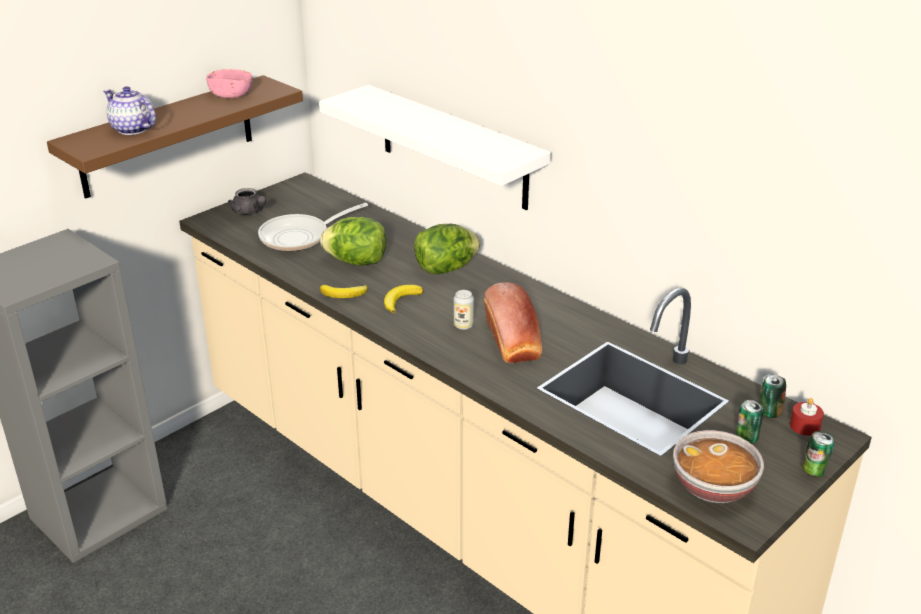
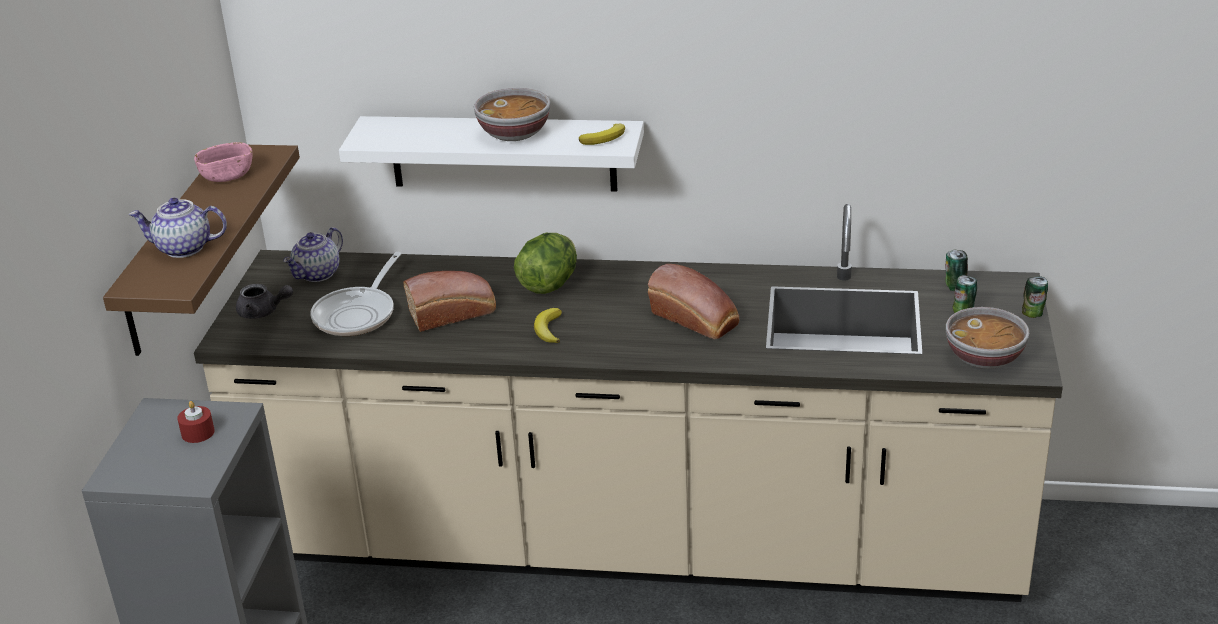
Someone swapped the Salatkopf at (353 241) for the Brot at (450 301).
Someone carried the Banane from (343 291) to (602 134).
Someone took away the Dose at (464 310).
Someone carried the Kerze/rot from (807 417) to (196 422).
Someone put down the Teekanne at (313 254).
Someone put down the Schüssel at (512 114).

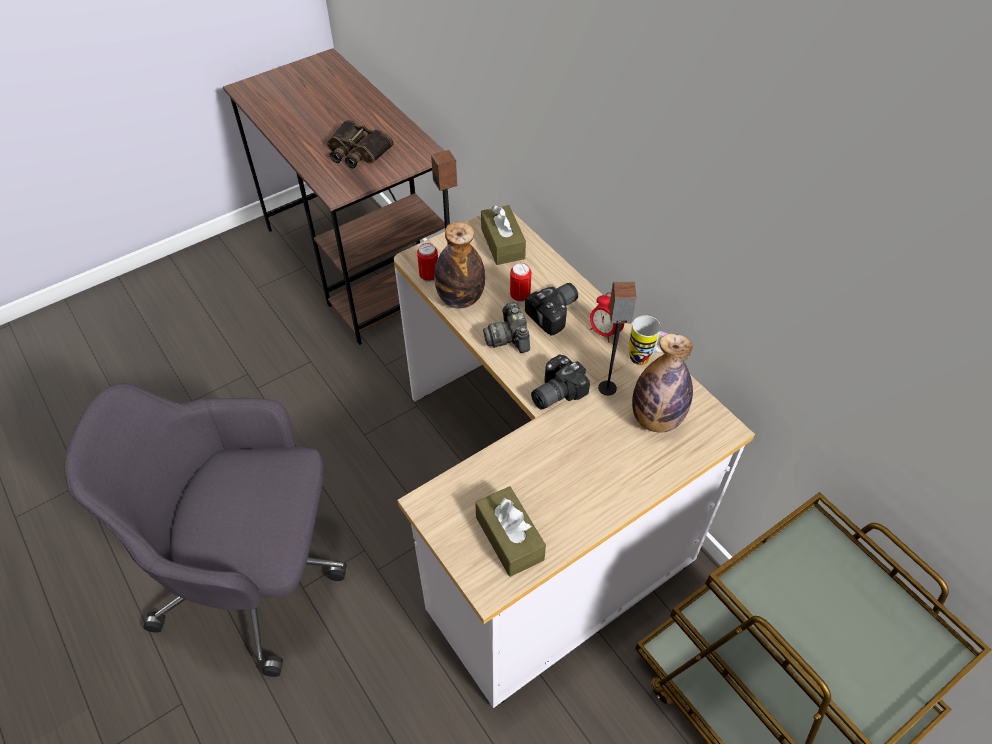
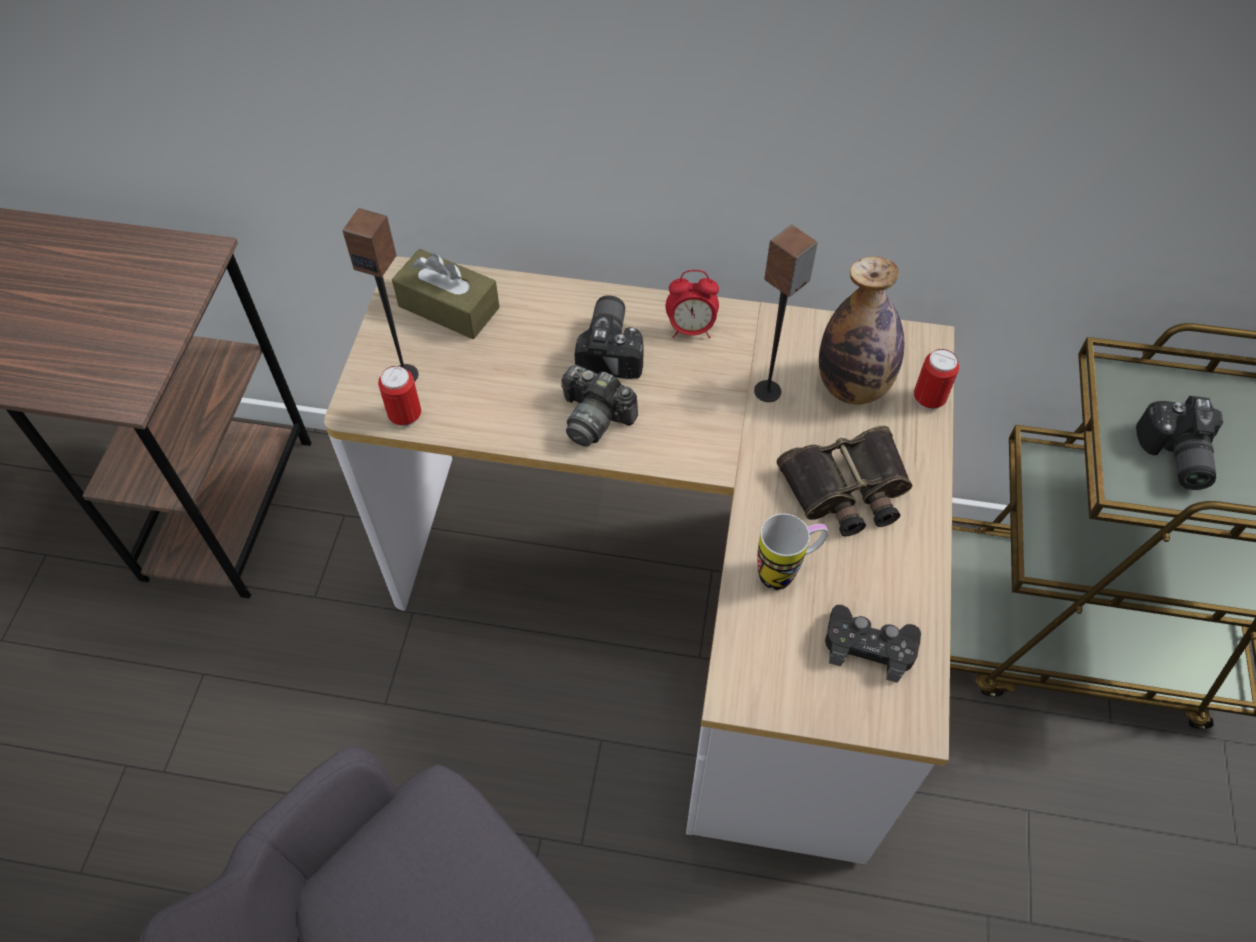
Someone carried the Fernglas from (360 144) to (844 480).
Someone took away the Flasche at (459 264).
Someone swapped the Taschentuchbox/braun at (510 531) for the Gamepad/schwarz at (873 644).
Someone carried the Dose from (521 282) to (936 379).
Someone carried the Kamera from (560 382) to (1179 443).
Someone carried the Henkelbecher from (648 340) to (792 552).

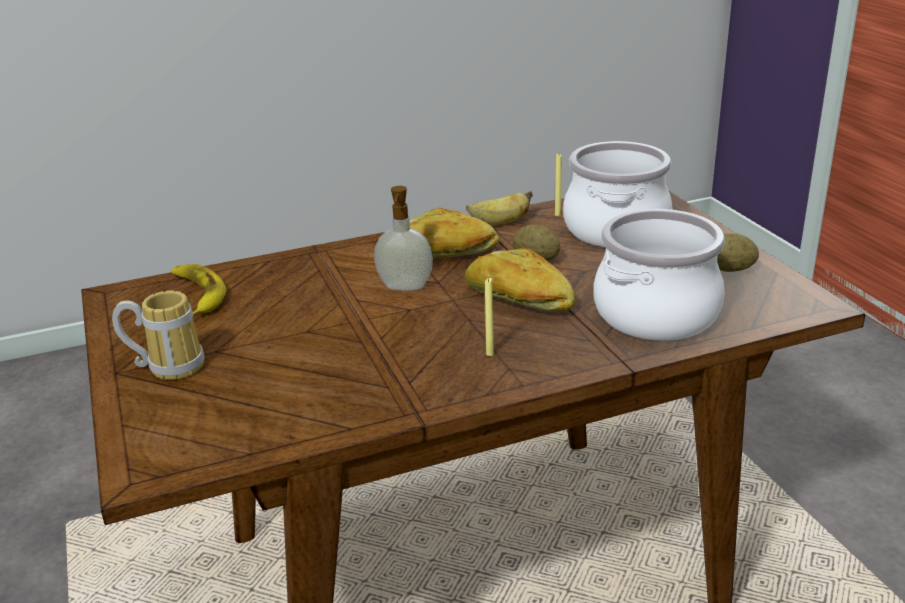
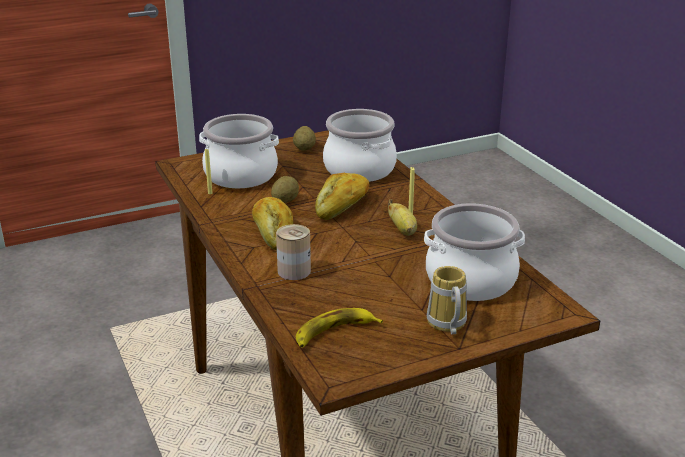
Someone took away the Seifenspender at (403 238).
Someone carried the Banane from (499 208) to (402 217).
Someone put down the Dose at (293 252).
Someone put down the Kochtopf at (474 252).

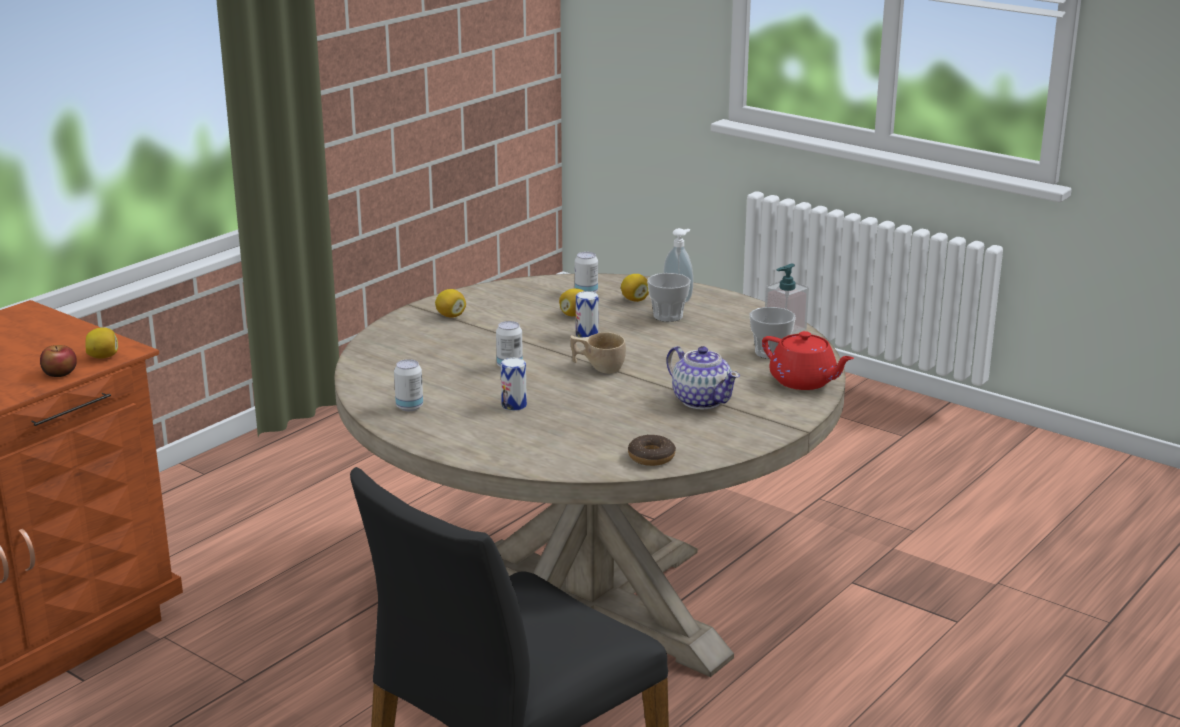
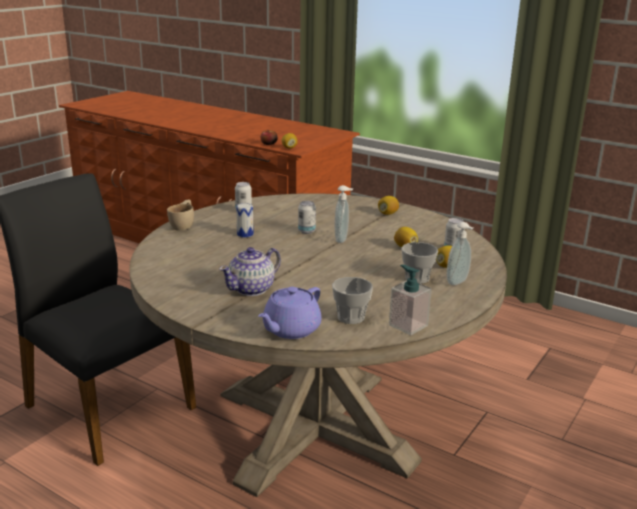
Someone carried the Tasse/beige from (598 353) to (180 215).
Someone took away the Dose at (587 314).
Someone took away the Donut at (652 450).
Someone repainted the Teekanne/rot at (808 360), which became the Teekanne/lila at (290 313).
Someone put down the Seifenspender at (343 214).

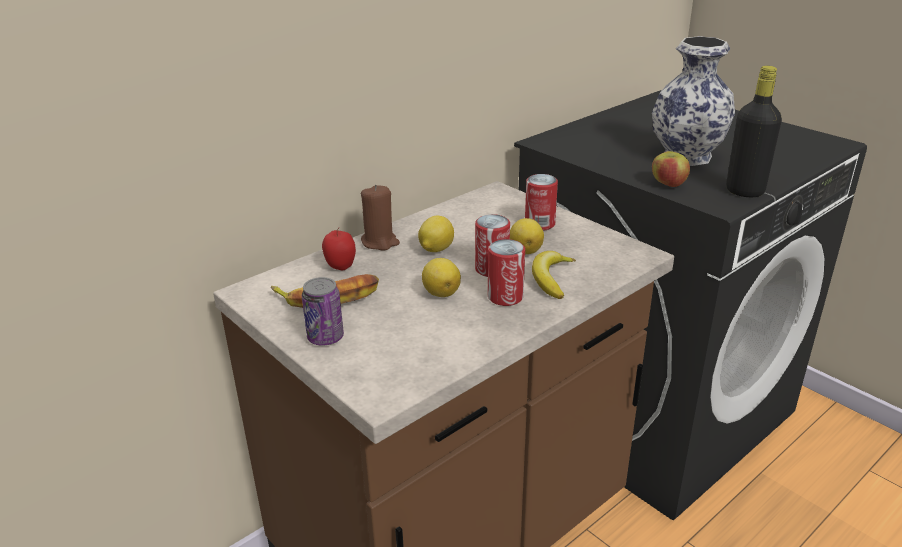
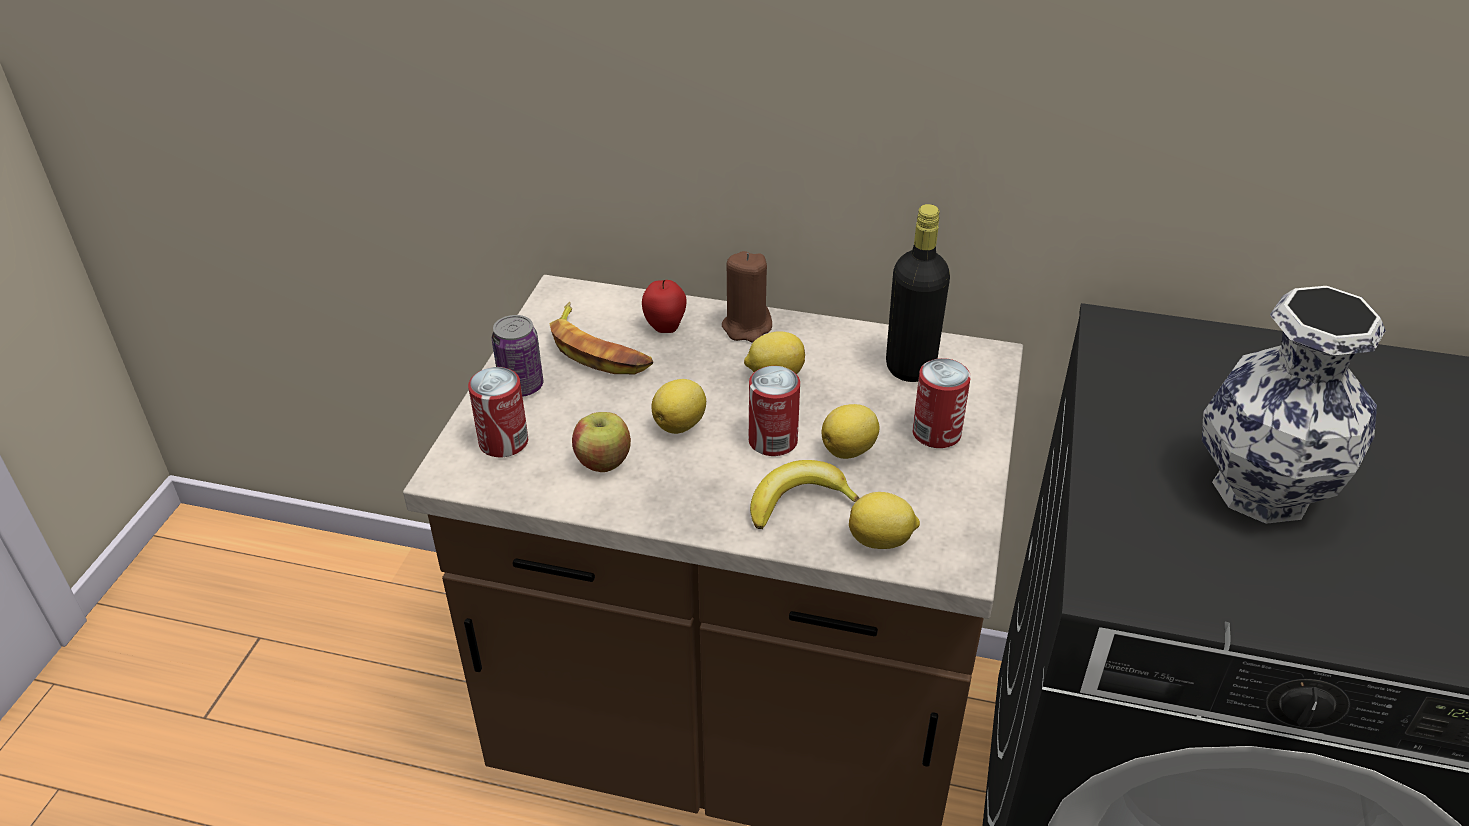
Someone carried the Dose from (506 272) to (498 412).
Someone carried the Apfel from (671 169) to (601 442).
Someone carried the Flasche/schwarz from (754 131) to (918 293).
Someone put down the Zitrone at (884 520).

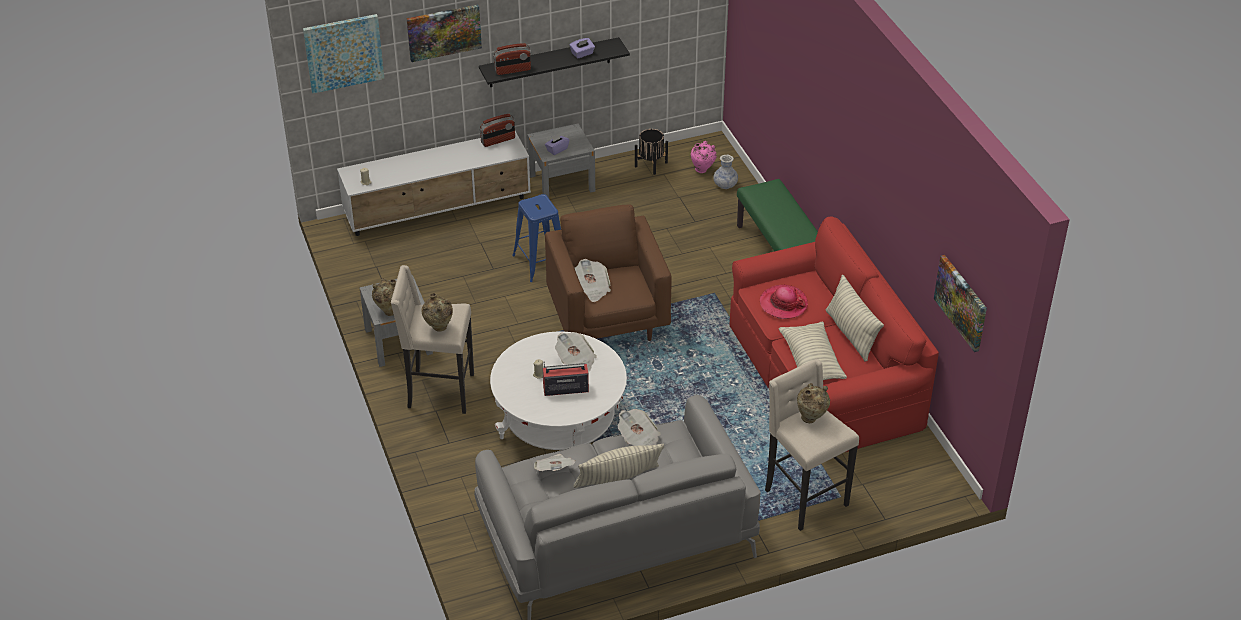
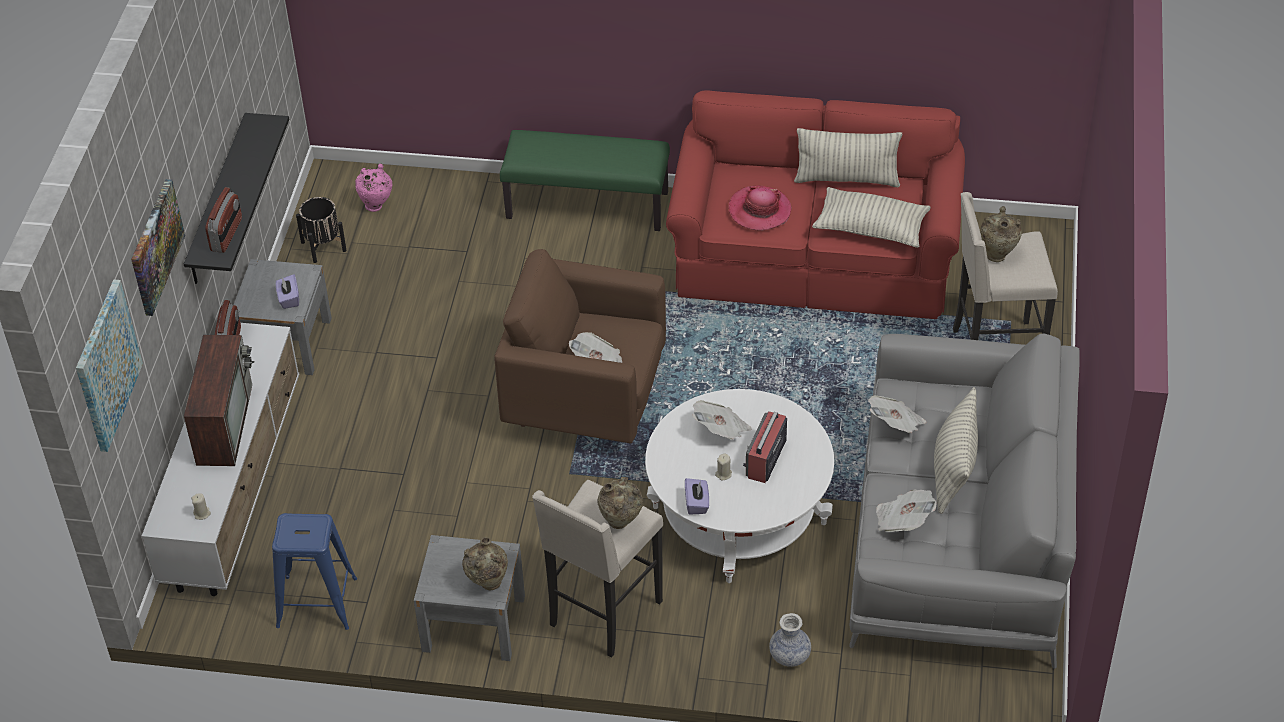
Someone carried the Hocker/blau from (536 238) to (314 571).
Someone carried the Taschentuchbox/lila from (582 48) to (697 496).
Someone carried the Vase from (725 172) to (790 640).
Someone took away the Bild at (960 303).
Someone put down the Fernseher at (219 400).

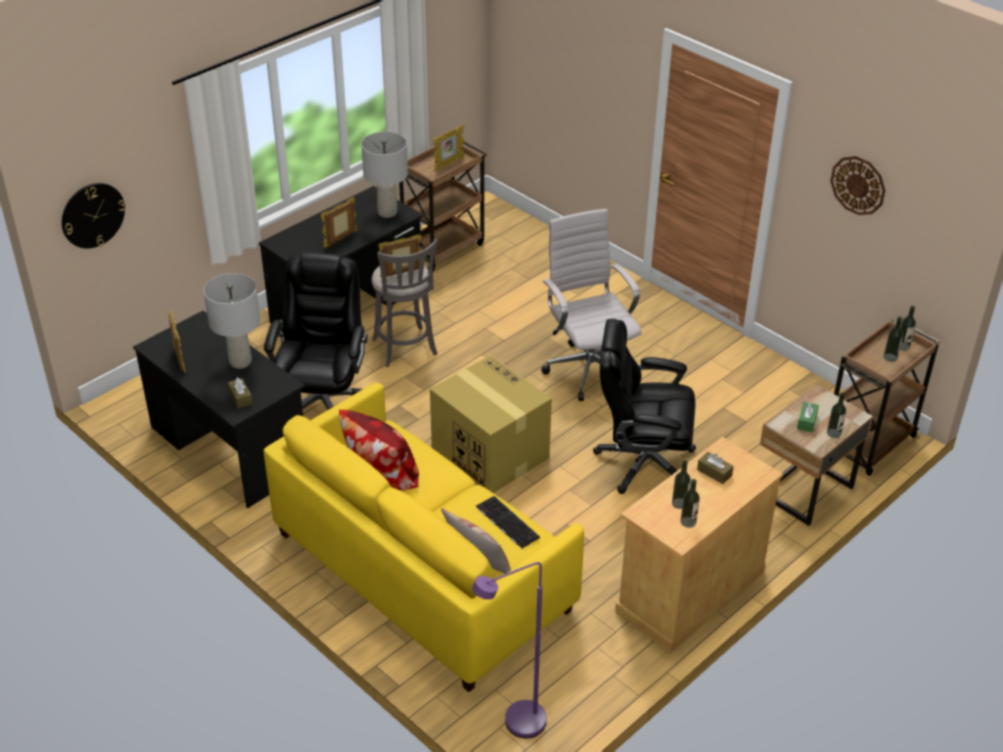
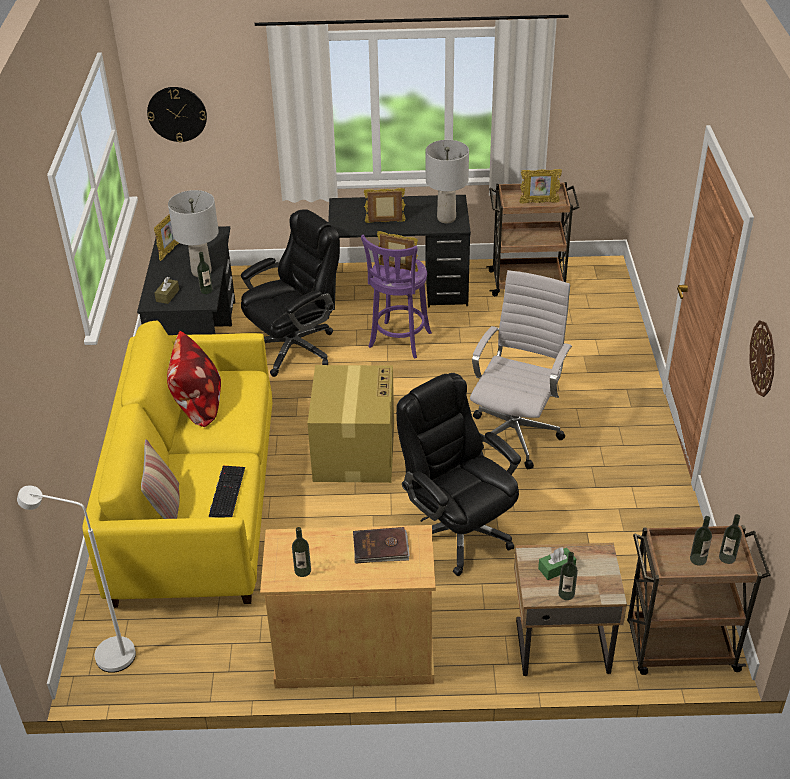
Someone repainted the Hocker/grau at (405 303), which became the Hocker/lila at (396 296).
Someone repainted the Stehlampe/lila at (509 650), which became the Stehlampe/weiß at (76 579).
Someone carried the Flasche from (681 485) to (205 273).
Someone swapped the Taschentuchbox/braun at (715 468) for the Buch/braun at (381 545).

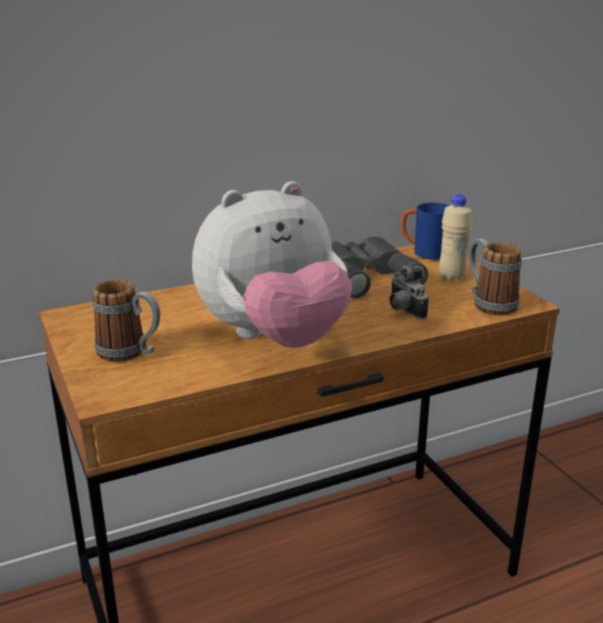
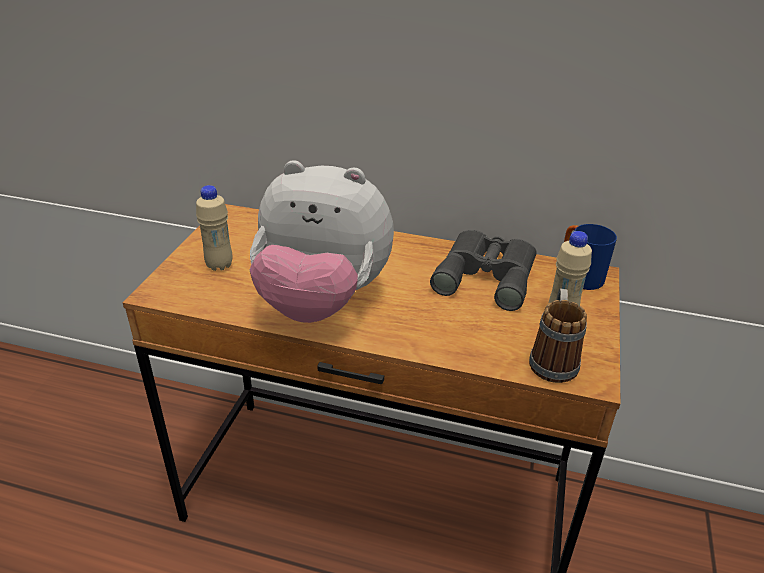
Someone swapped the Henkelbecher at (126 320) for the Flasche/beige at (214 228).
Someone took away the Kamera at (409 291).

